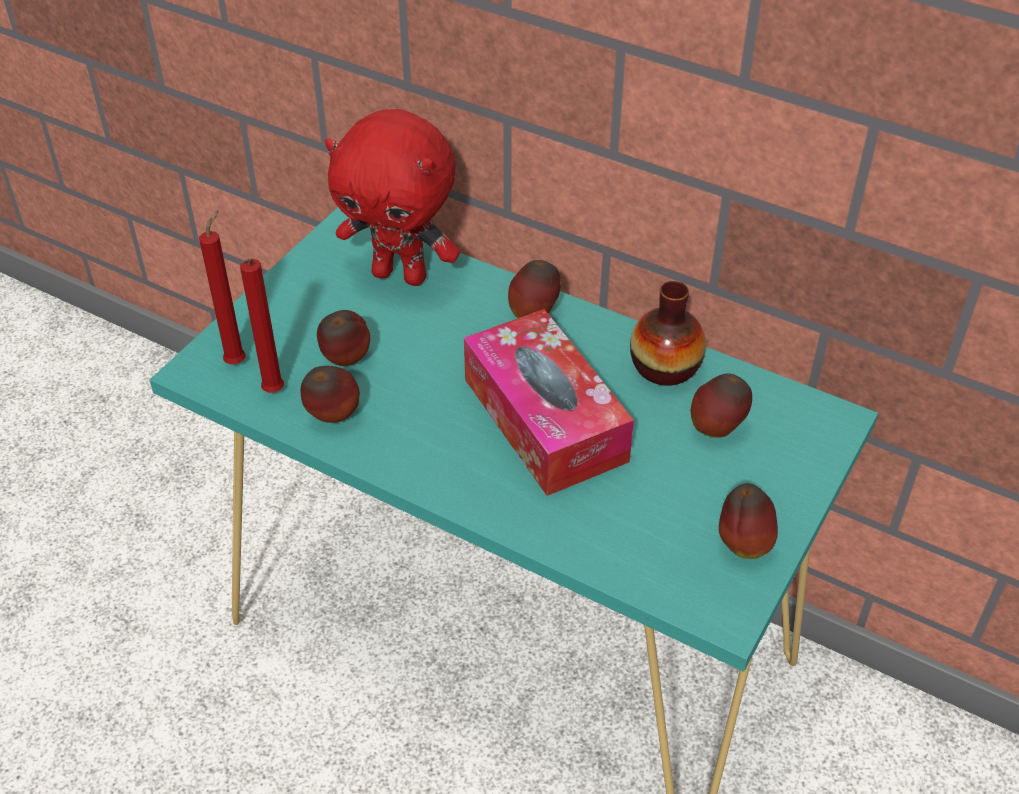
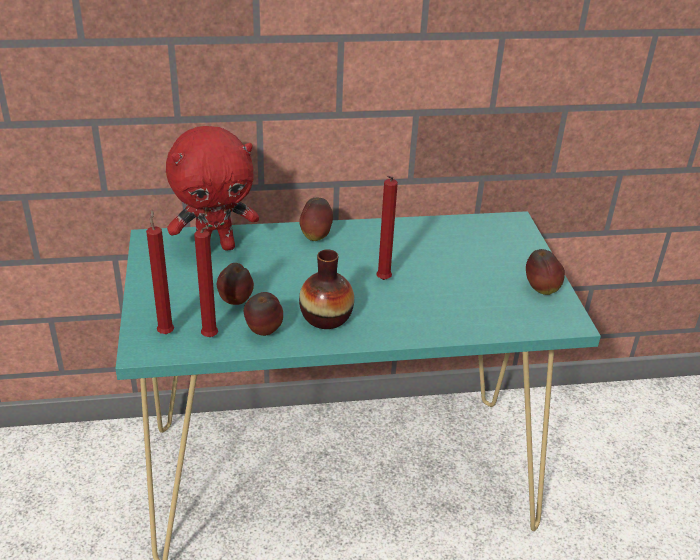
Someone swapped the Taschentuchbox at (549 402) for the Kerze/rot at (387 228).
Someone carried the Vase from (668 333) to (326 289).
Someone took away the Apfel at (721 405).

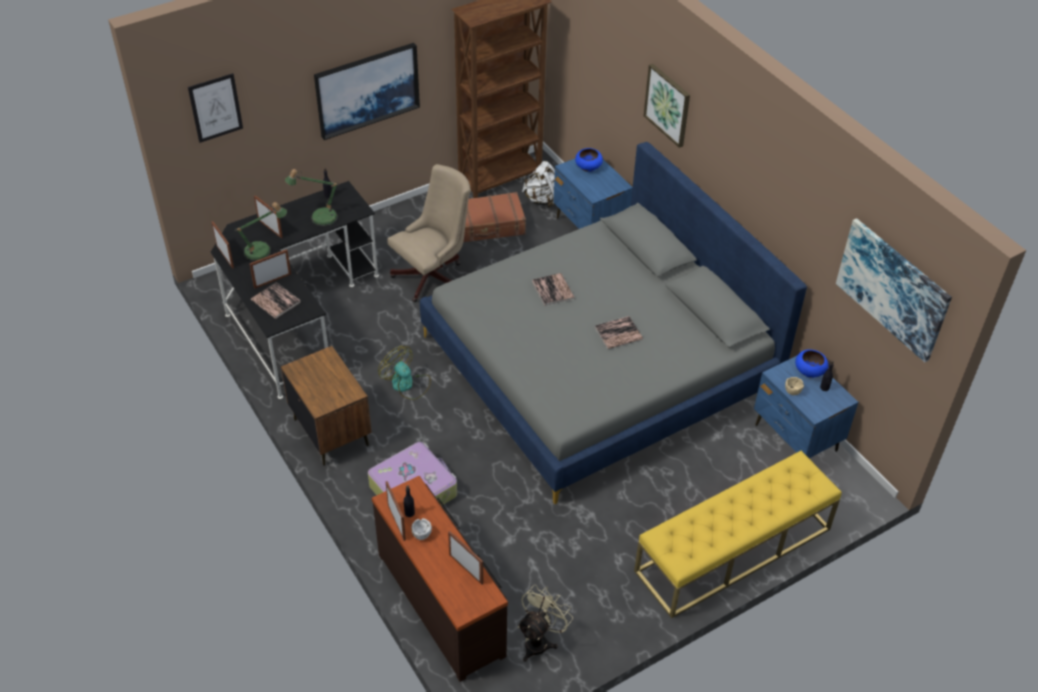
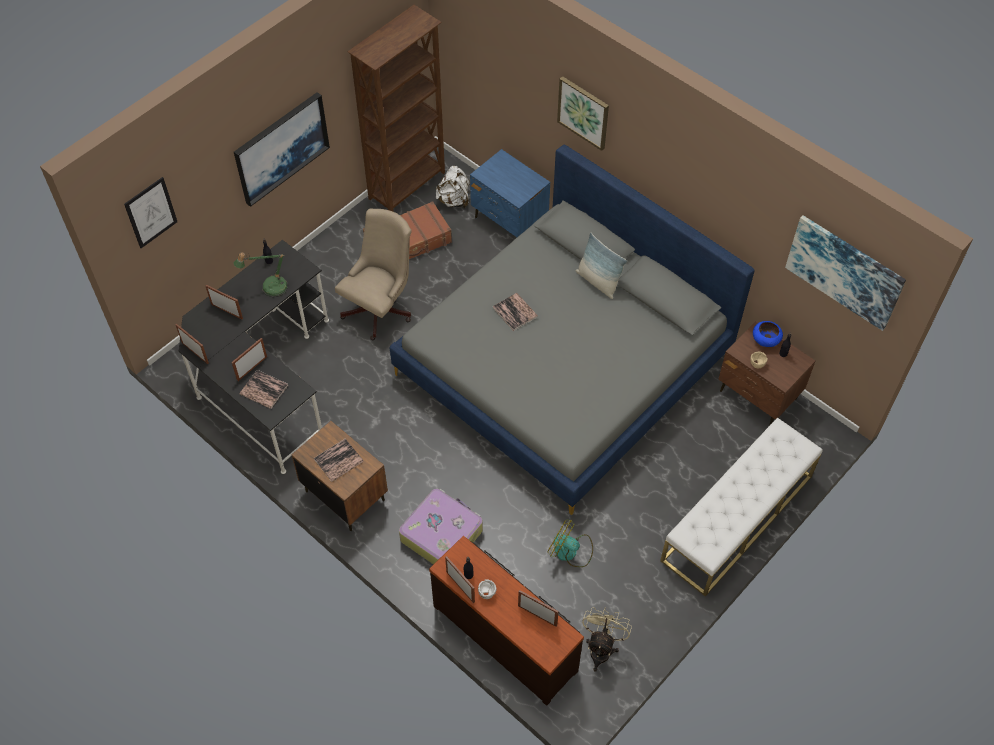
Someone took away the Tischlampe at (262 231).
Someone carried the Ventilator from (404 373) to (570 543).
Someone took away the Schüssel/blau at (589 160).
Someone carried the Buch from (618 332) to (339 460).
Someone repainted the Bank/gelb at (738 534), which became the Bank/weiß at (741 507).
Someone repainted the Nachttisch/blau at (806 407), which became the Nachttisch/braun at (766 373).
Someone put down the Kissen at (602 266).

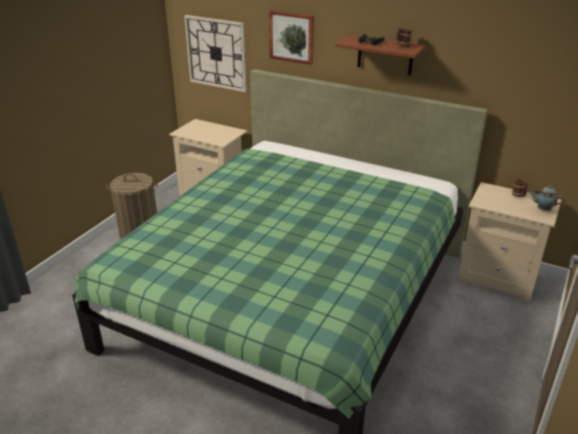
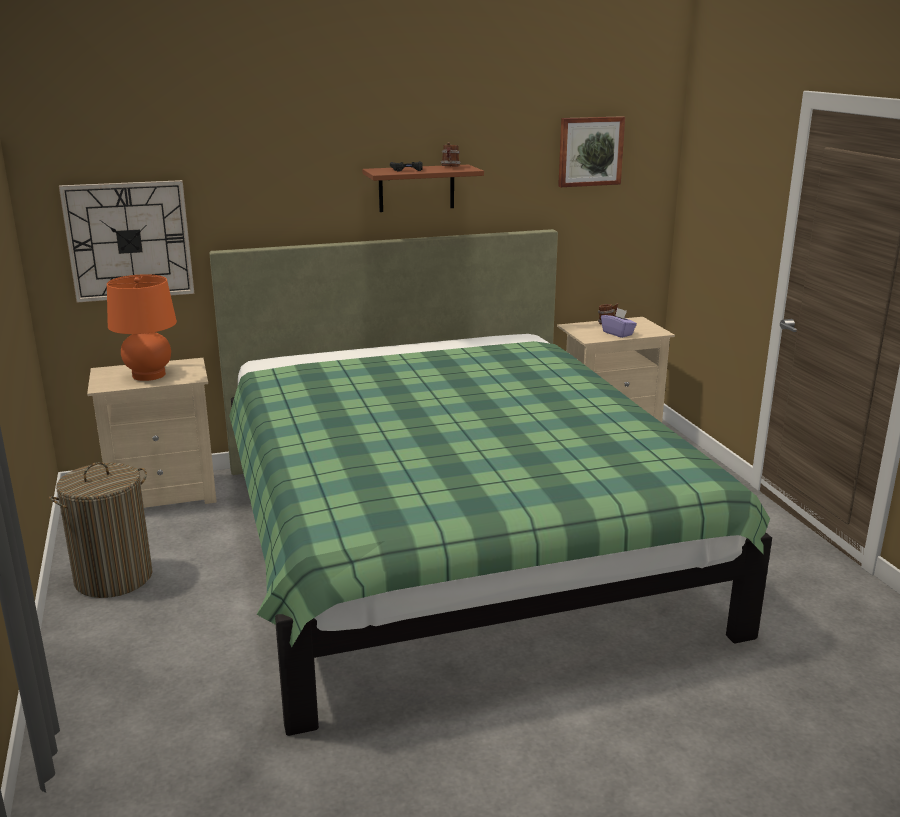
Someone carried the Bild from (291 37) to (591 151).
Someone took away the Teekanne at (546 198).
Someone put down the Tischlampe/orange at (142 327).
Someone put down the Taschentuchbox/lila at (619 323).

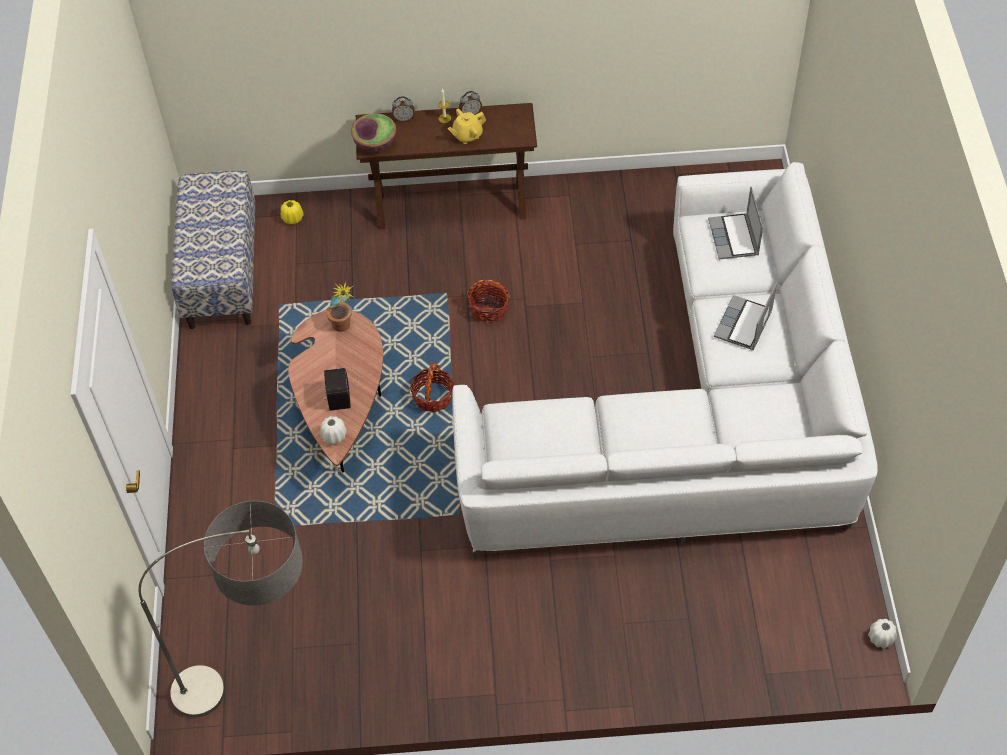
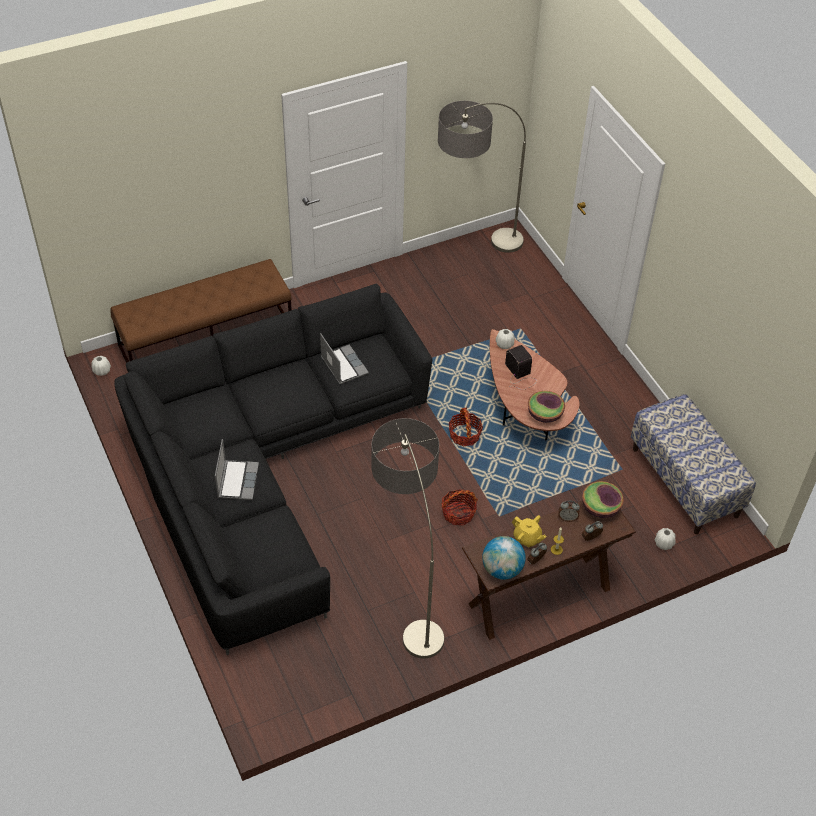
Someone repainted the Vase/gelb at (292 212), which became the Vase/weiß at (665 539).
Someone swapped the Topfpflanze at (340 306) for the Schüssel at (546 407).
Someone rotated the Teekanne/gelb at (467 126) by 90 degrees clockwise.
Someone repainted the Sofa/weiß at (665 361), which became the Sofa/schwarz at (273 469).
Someone carried the Laptop from (735 223) to (344 358).
Someone put down the Bank/braun at (201 311).
Someone put down the Stehlampe at (407 538).
Someone put down the Globus at (504 558).
Someone put down the Wecker at (569 511).

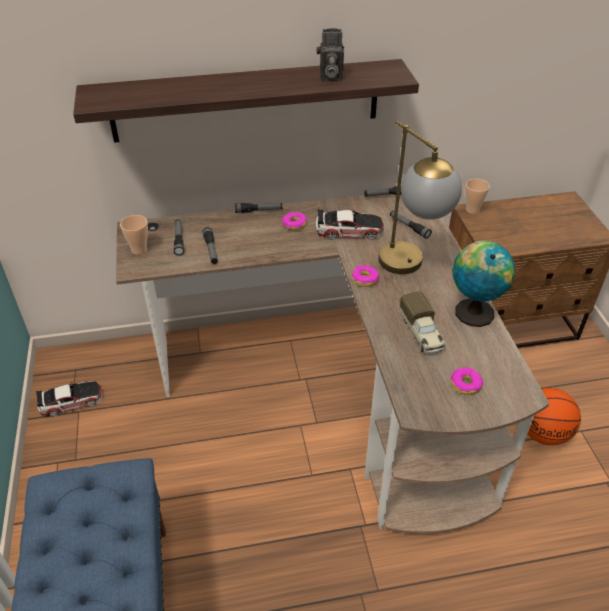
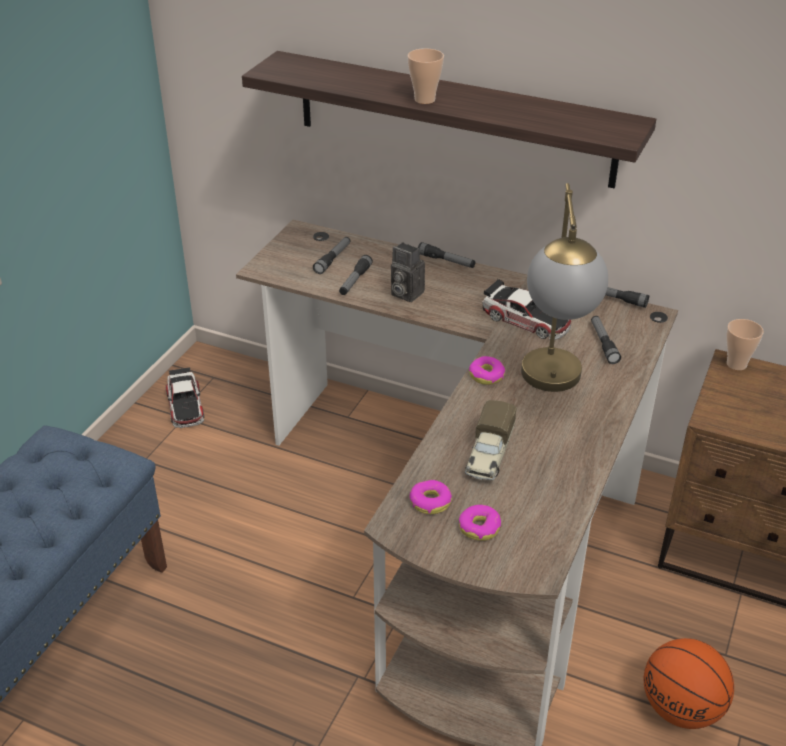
Someone rotated the Spielzeugauto at (69 399) by 60 degrees clockwise.
Someone carried the Tasse from (134 235) to (425 76).
Someone carried the Donut from (294 221) to (430 497).
Someone carried the Kamera from (330 54) to (408 272).
Someone took away the Globus at (483 284).

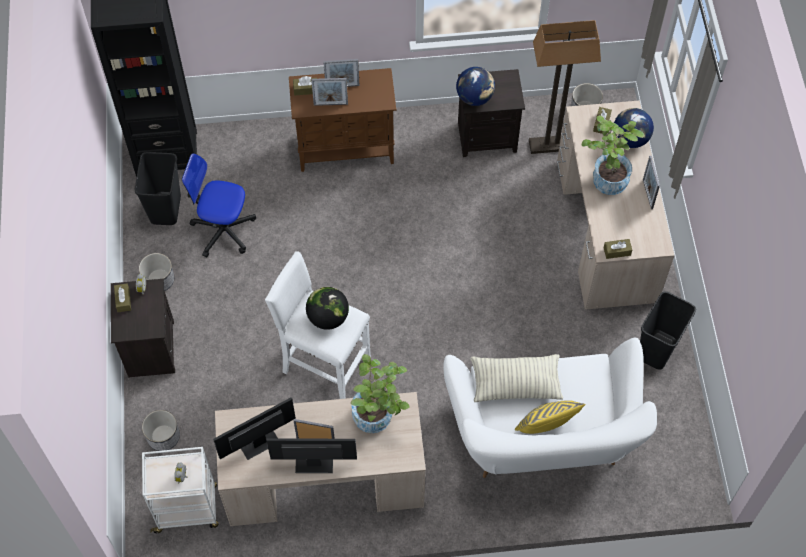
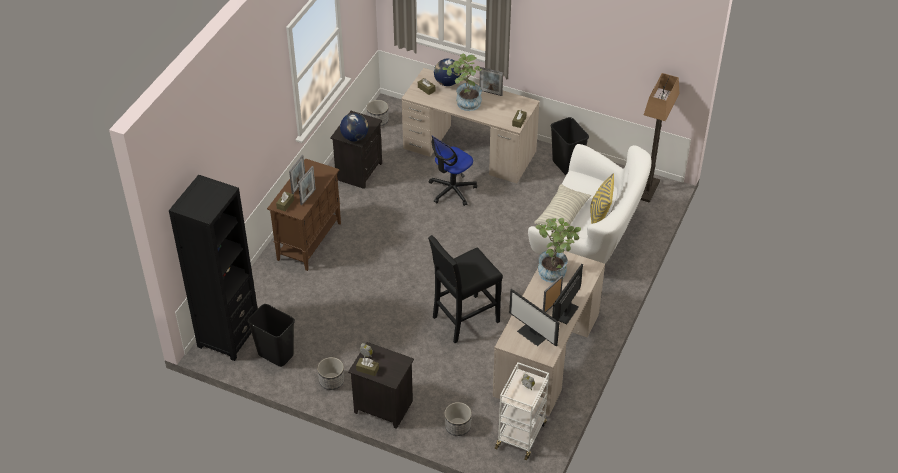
Someone carried the Bürostuhl from (219 205) to (453 171).
Someone rotated the Monitor at (254 428) by 45 degrees counterclockwise.
Someone repainted the Hocker/weiß at (318 325), which became the Hocker/schwarz at (465 289).
Someone took away the Globus at (327 308).
Someone carried the Stehlampe from (565 87) to (660 138).

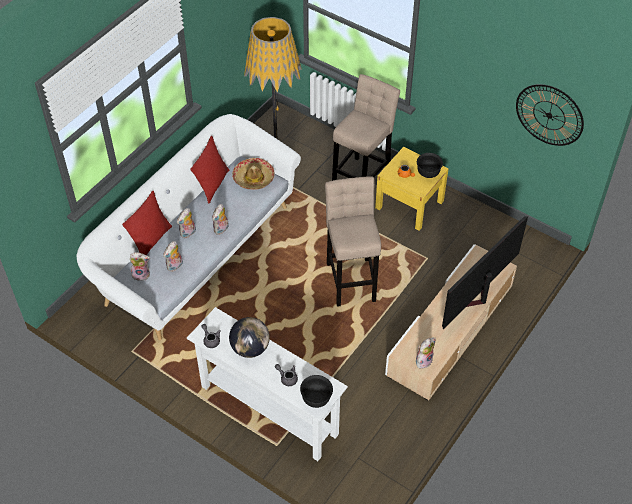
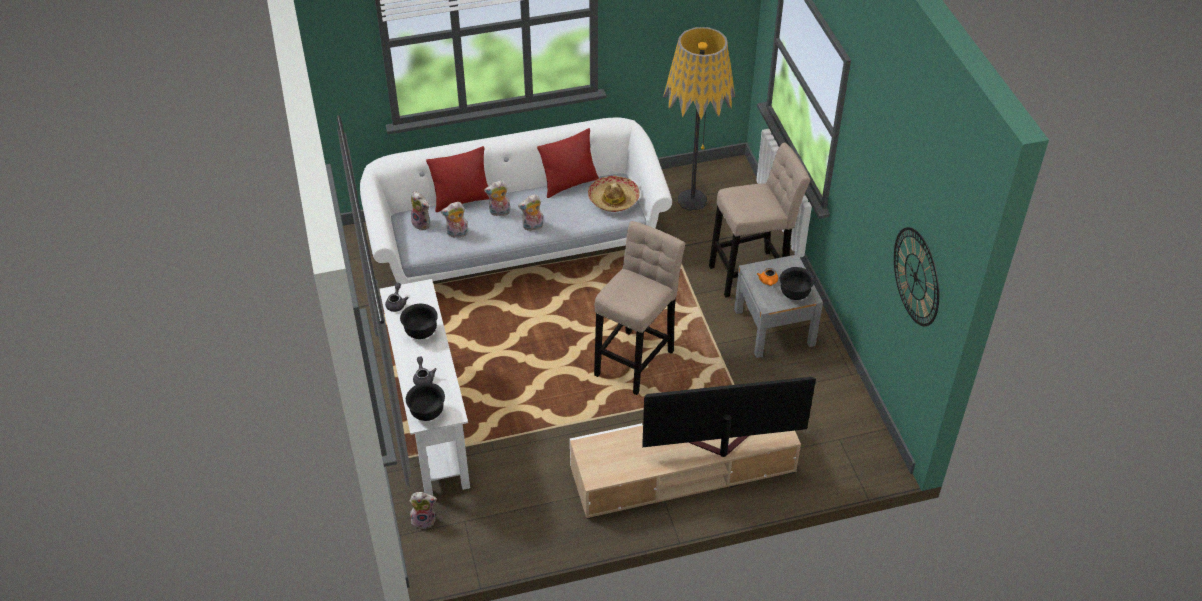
Someone swapped the Globus at (249 337) for the Schüssel/schwarz at (419 321).
Someone repainted the Nachttisch/gelb at (411 189), which became the Nachttisch/grau at (778 306).
Someone carried the Plüschtier from (426 353) to (423 510).

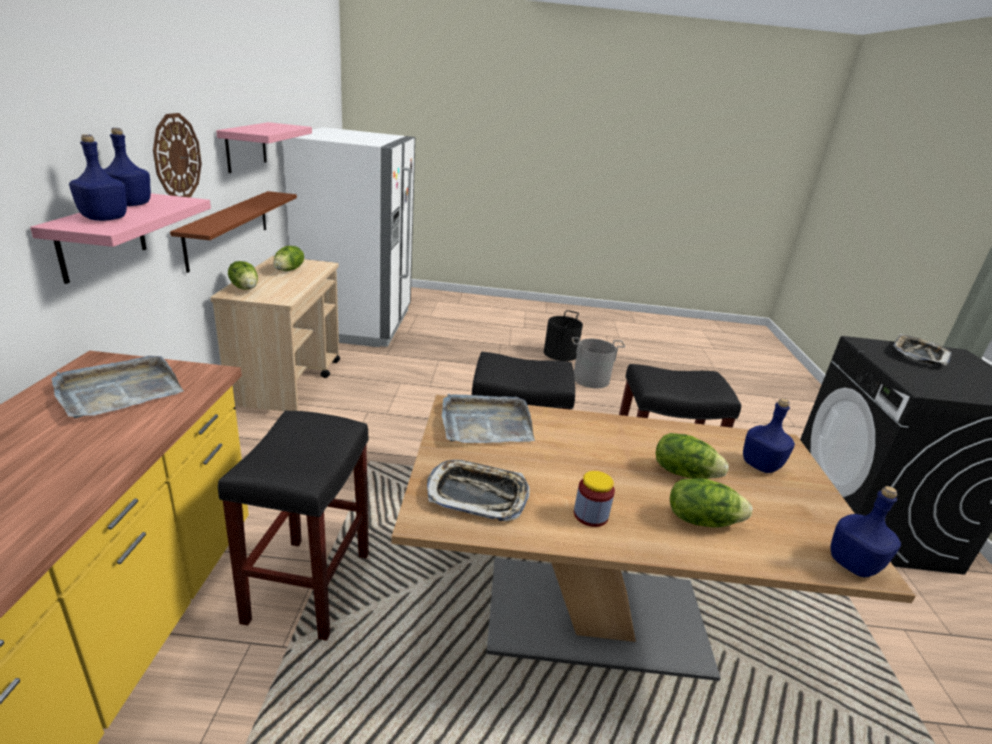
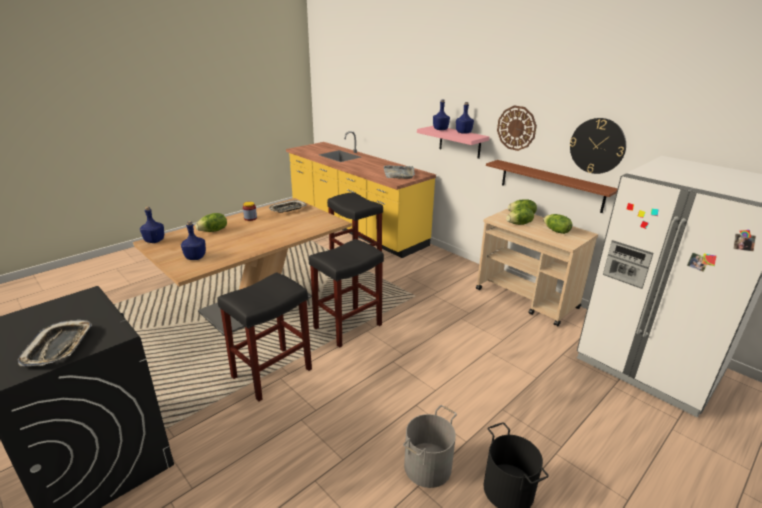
Someone swapped the Wandregal/rosa at (264 147) for the Wanduhr at (598 146).
Someone took away the Tablett/grau at (488 418).
Someone carried the Salatkopf from (692 456) to (520 216).

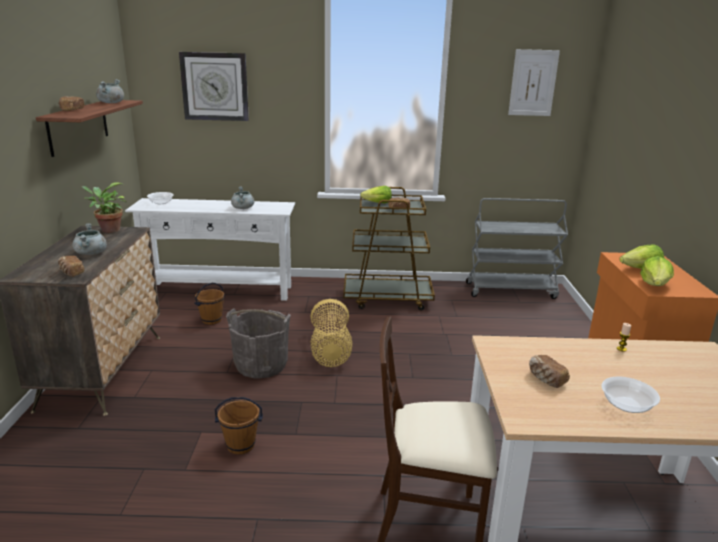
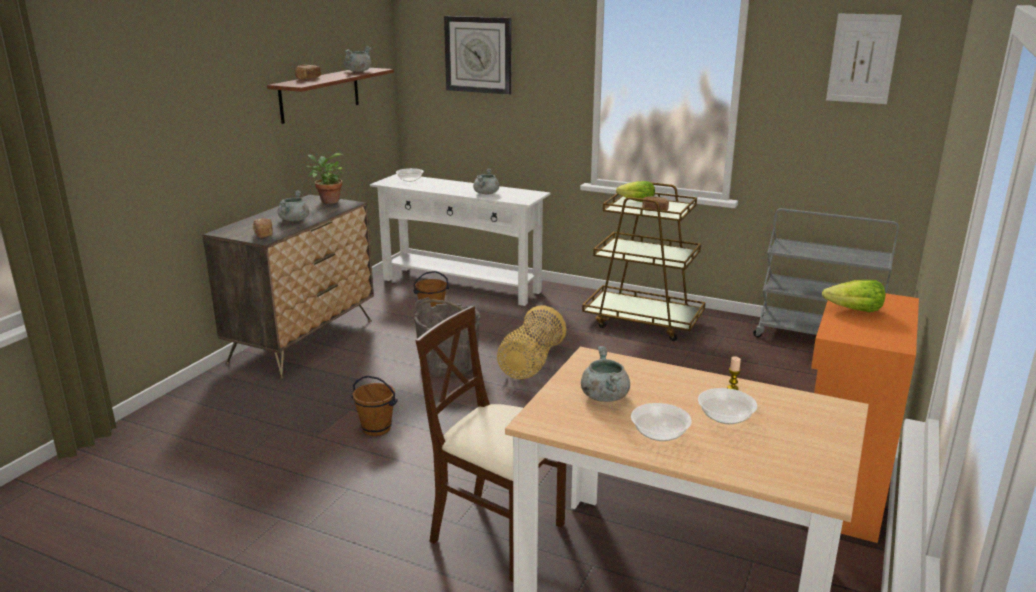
Someone swapped the Brot at (549 371) for the Kochtopf/grau at (605 374).
Someone took away the Salatkopf at (657 271).
Someone put down the Schüssel at (727 406).

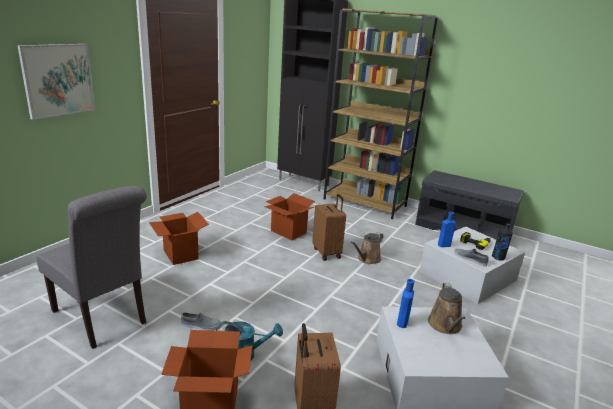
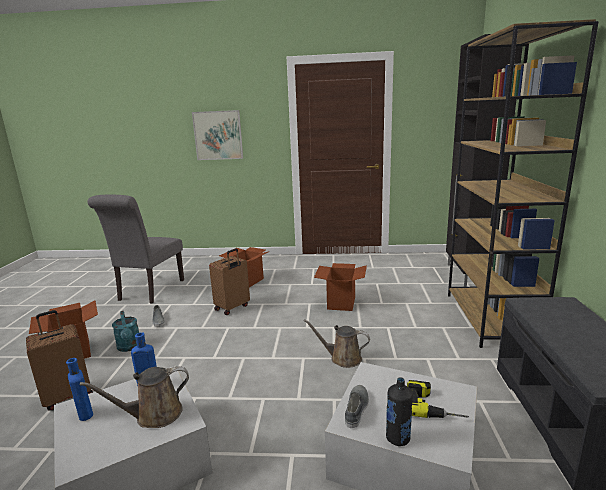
Someone carried the Koffer/braun from (329 227) to (229 281).
Someone carried the Flasche/blau from (447 229) to (79 389).

